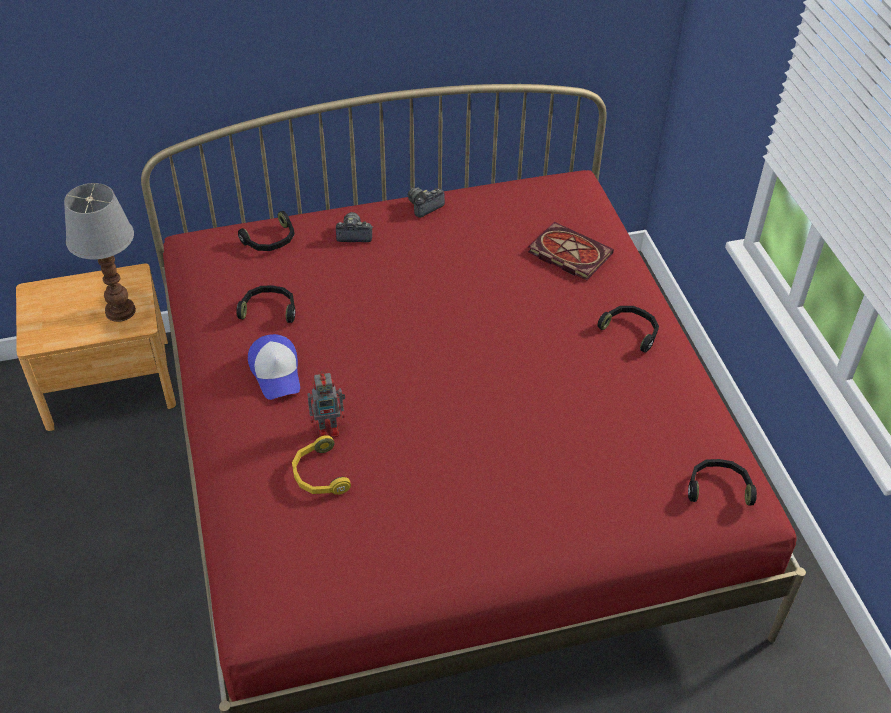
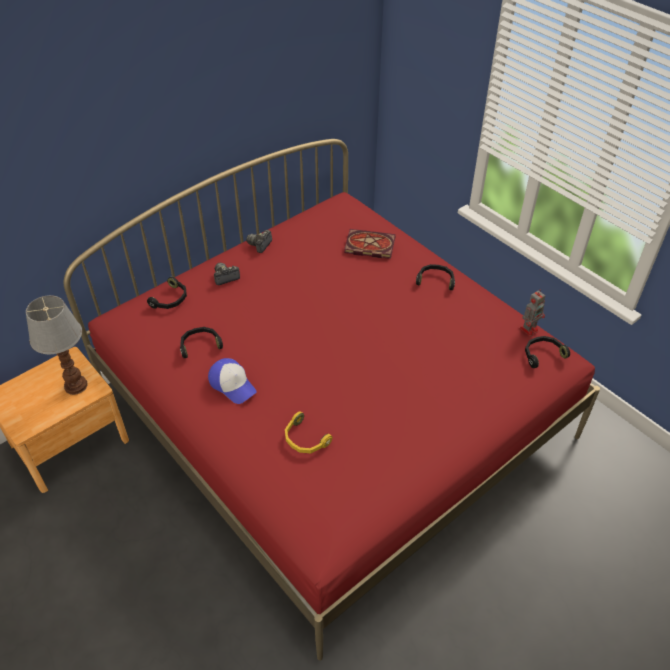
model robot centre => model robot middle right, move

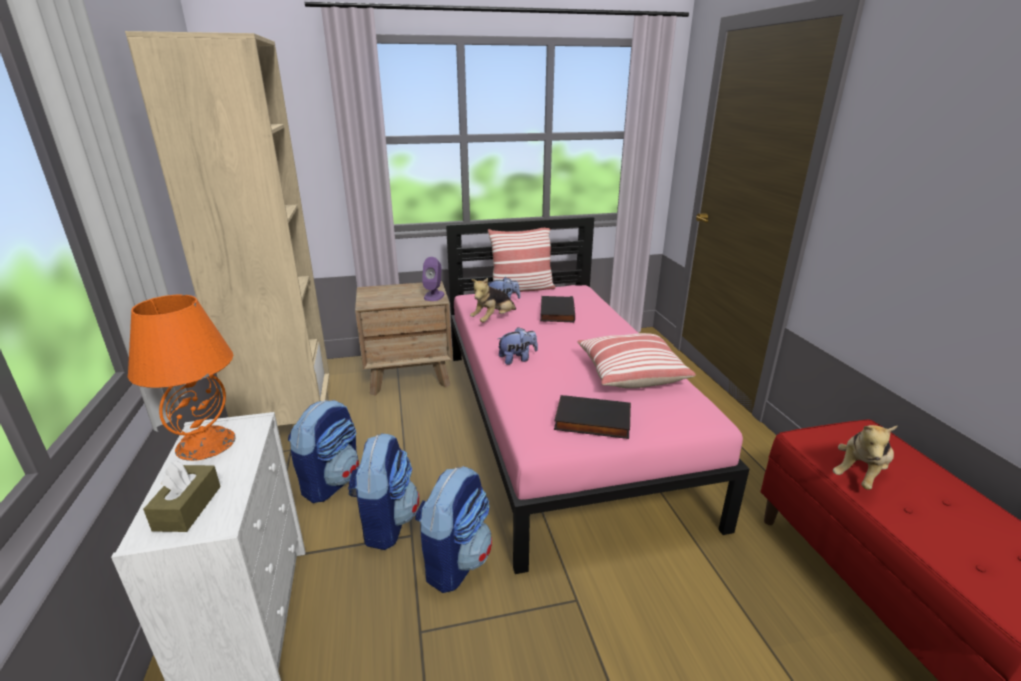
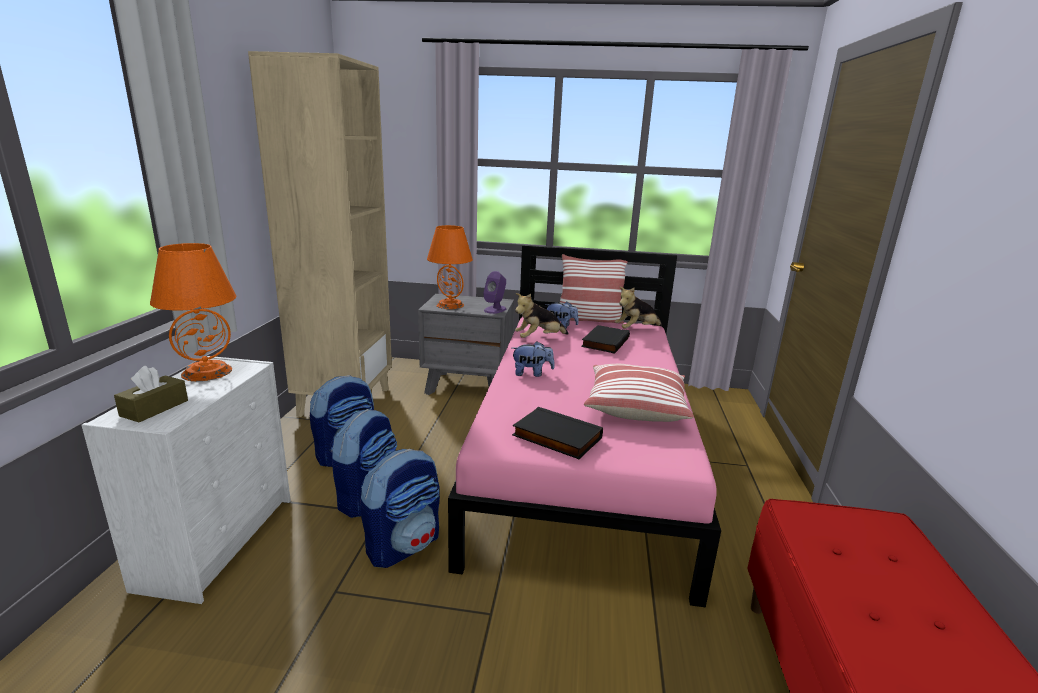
brownish bedside table centre => greyish bedside table centre
nothing => orange tabletop lamp (2nd from left) centre
soft toy (4th from left) bottom right => soft toy (4th from left) centre, move

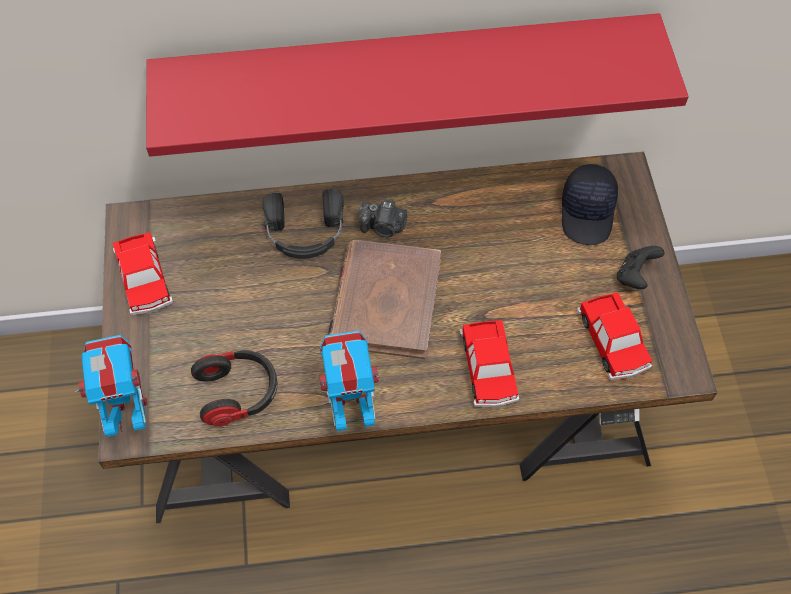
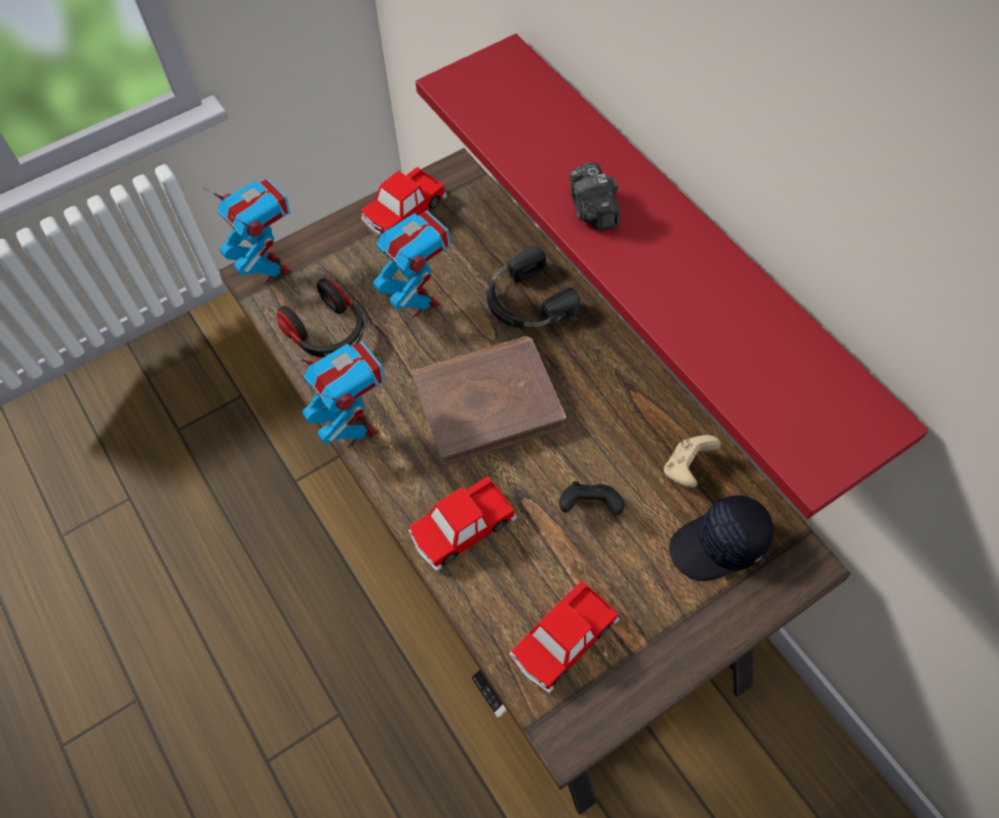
nothing => model robot (3rd from left) top centre
black gamepad middle right => black gamepad centre, move
photo camera centre => photo camera top centre, move
nothing => beige gamepad middle right

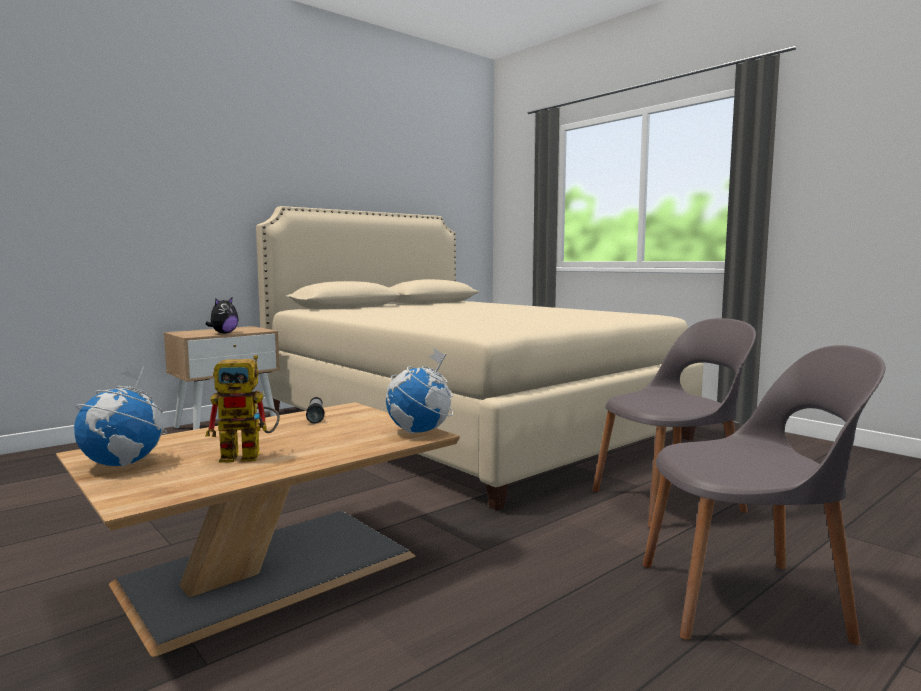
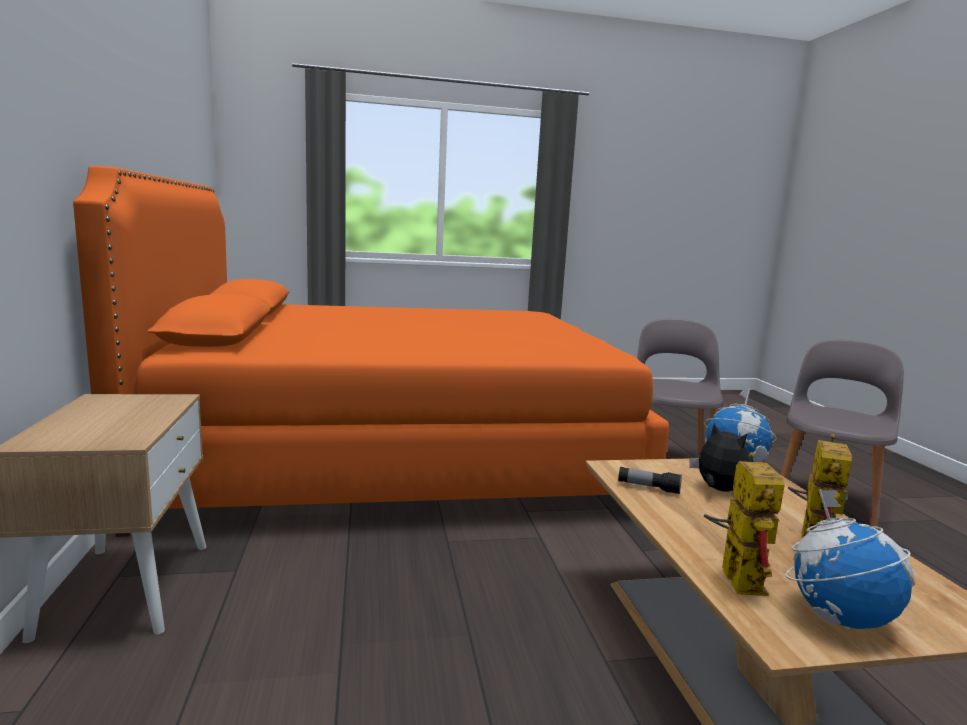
beige sleeping bed centre => orange sleeping bed centre
soft toy middle left => soft toy middle right, move
nothing => model robot (1st from left) bottom right

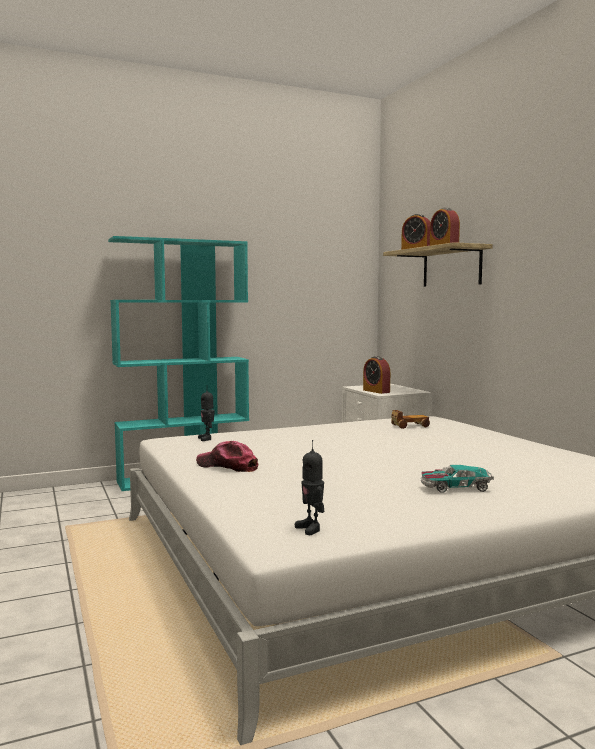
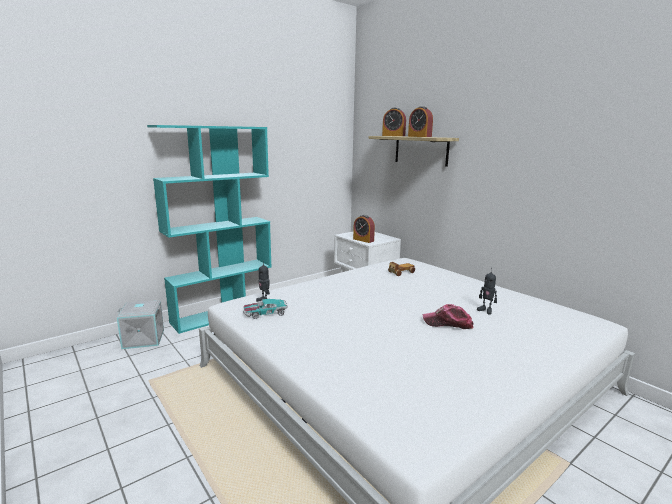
nothing => greyish storage container middle left
model car (2nd from left in the first image) middle right => model car (1st from left) centre, move
baseball cap centre => baseball cap middle right, move
model robot (2nd from left) centre => model robot (2nd from left) middle right, move

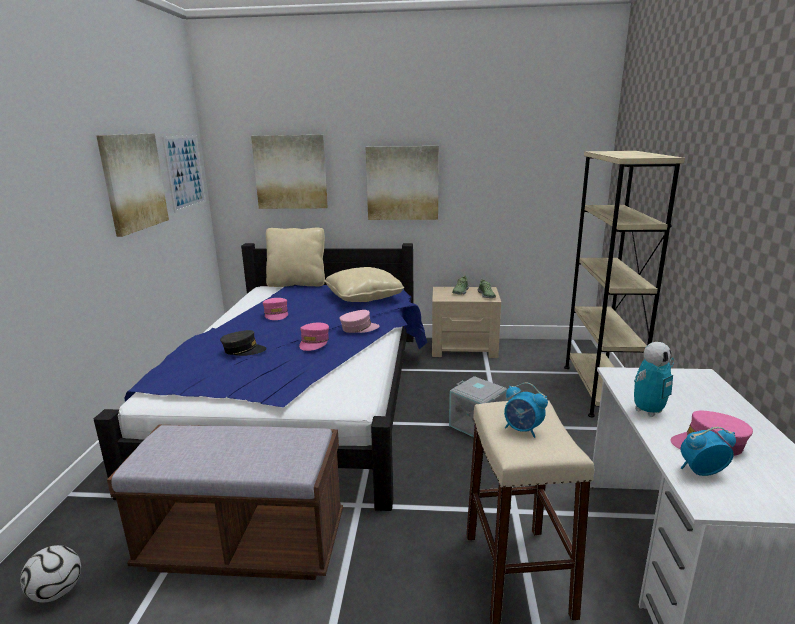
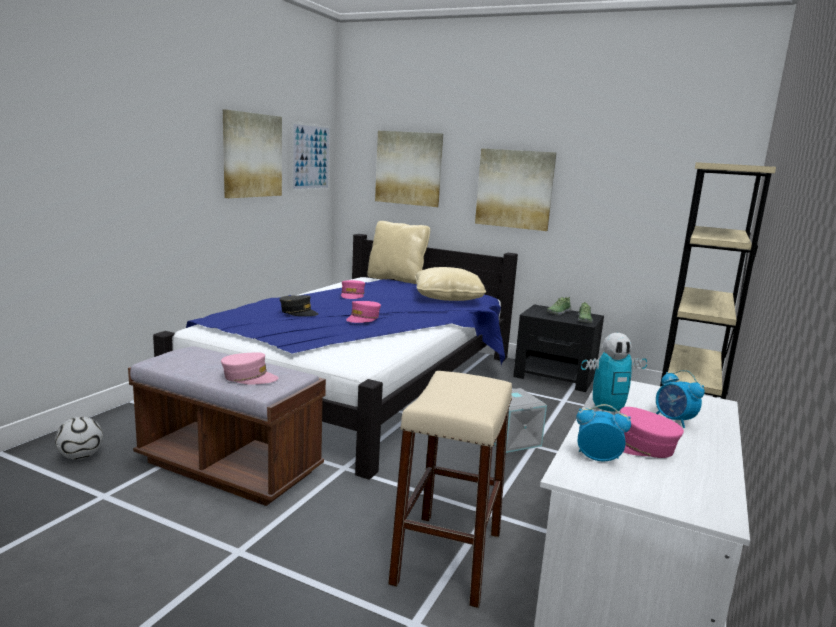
pink baseball cap (3rd from left in the first image) centre => pink baseball cap (1st from left) middle left, move
beige bedside table centre => black bedside table middle right
table clock (1st from left in the first image) centre => table clock (2nd from left) middle right, move

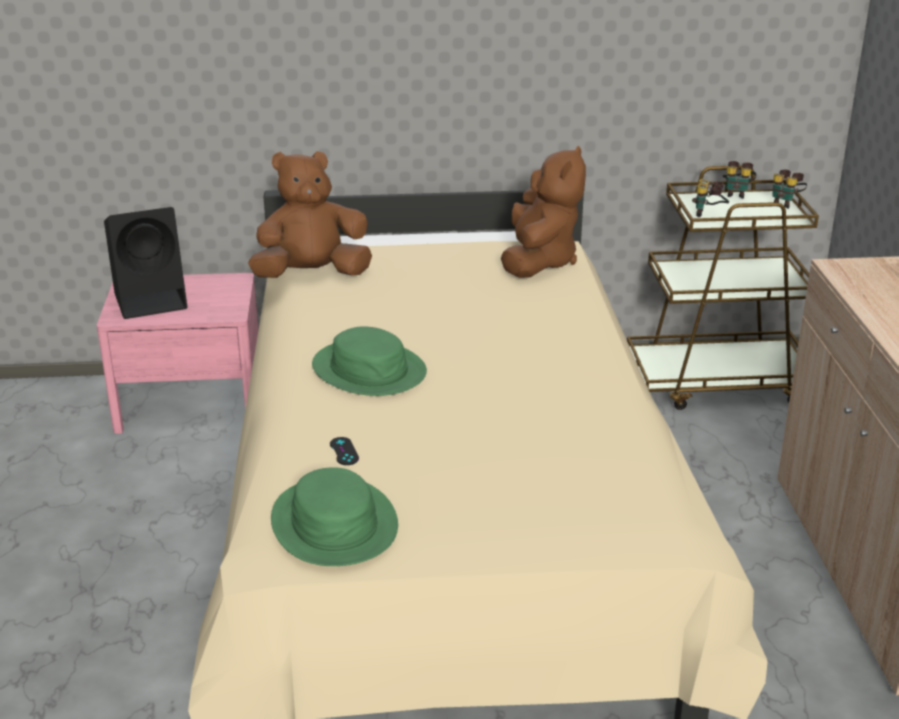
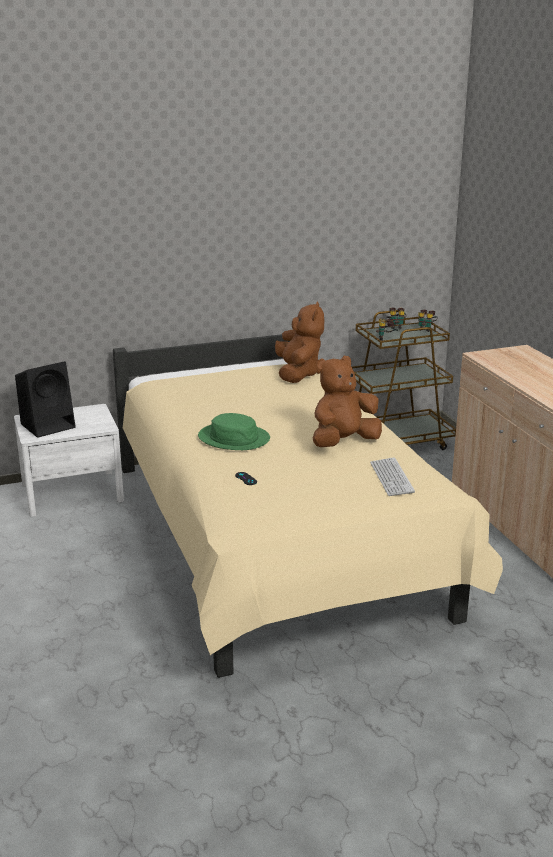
pink bedside table middle left => whitish bedside table middle left
brownish soft toy (1st from left in the first image) top centre => brownish soft toy (2nd from left) centre, move
nothing => computer keyboard middle right
greenish wearable hat (1st from left) bottom centre => nothing

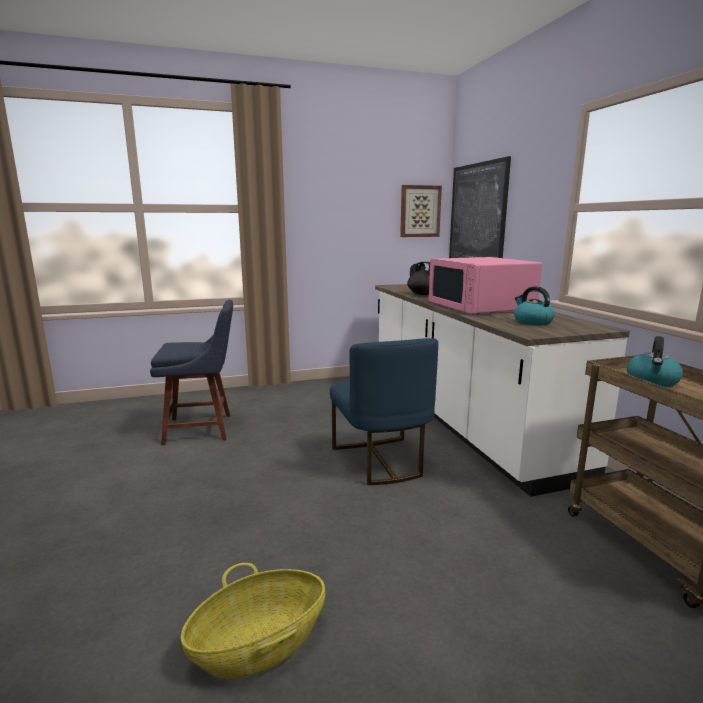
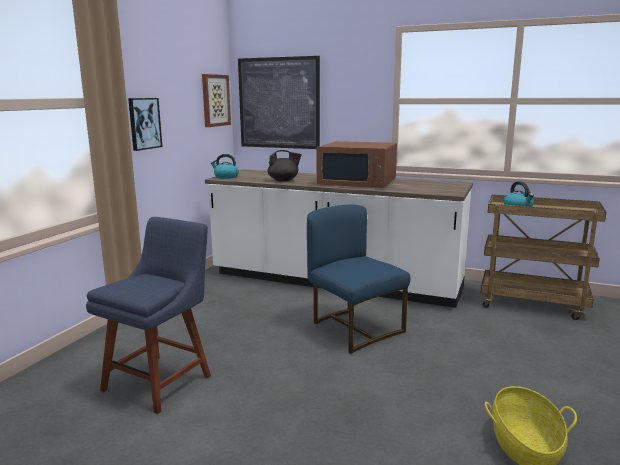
nothing => wall picture (1st from left) top left
kettle (1st from left) middle right => kettle (1st from left) centre, move
blue plain chair (2nd from left) centre, 150 degrees counterclockwise
pink kitchen microwave middle right => brownish kitchen microwave centre

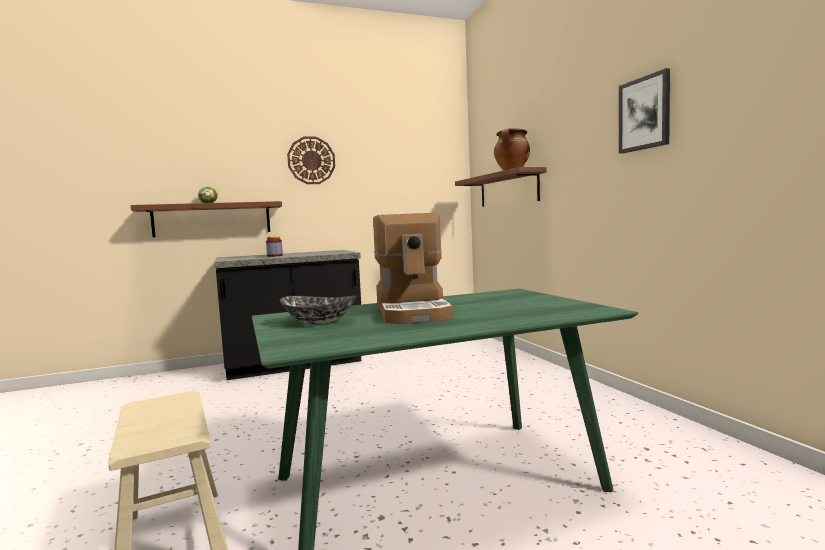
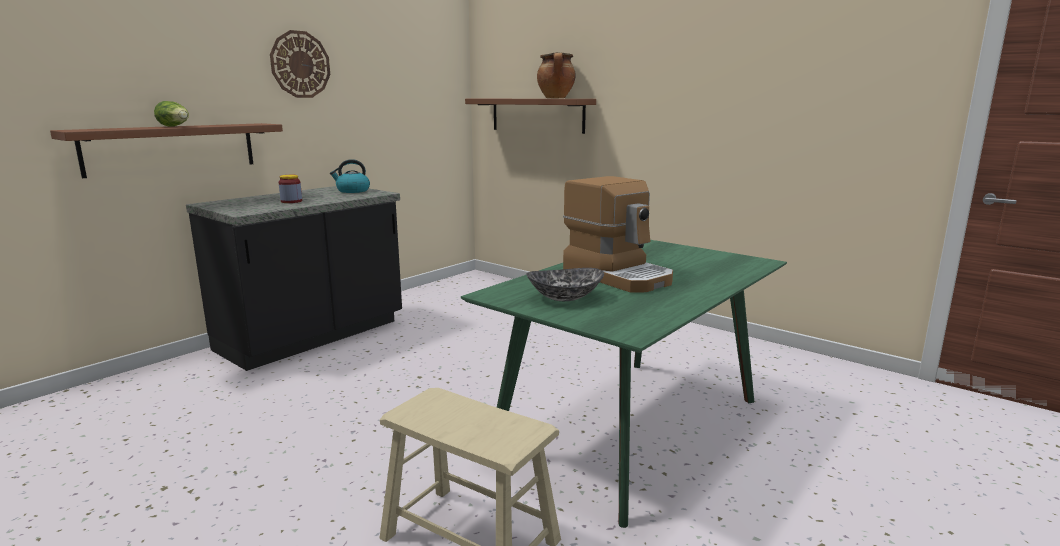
nothing => kettle top left
wall picture top right => nothing

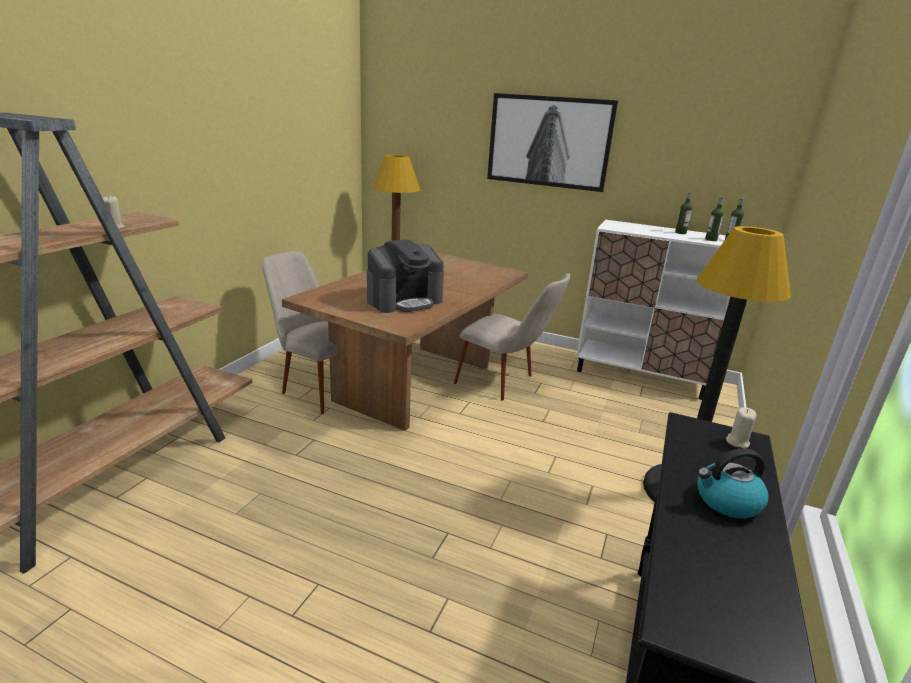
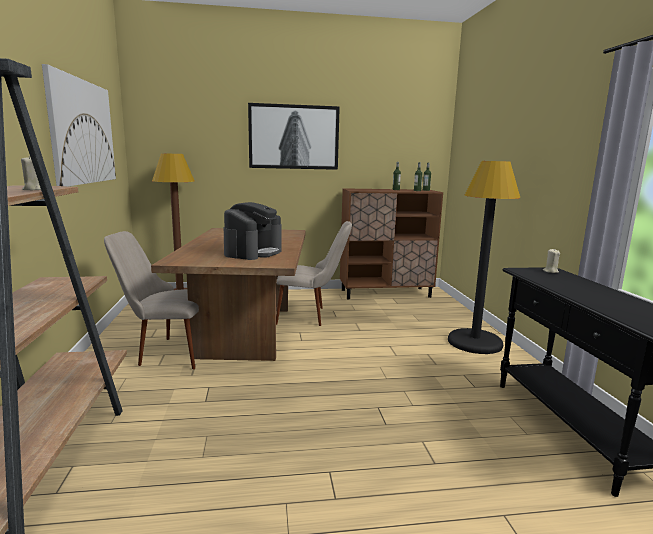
nothing => wall picture (1st from left) top left
whitish storage cabinet middle right => brownish storage cabinet centre
kettle bottom right => nothing

